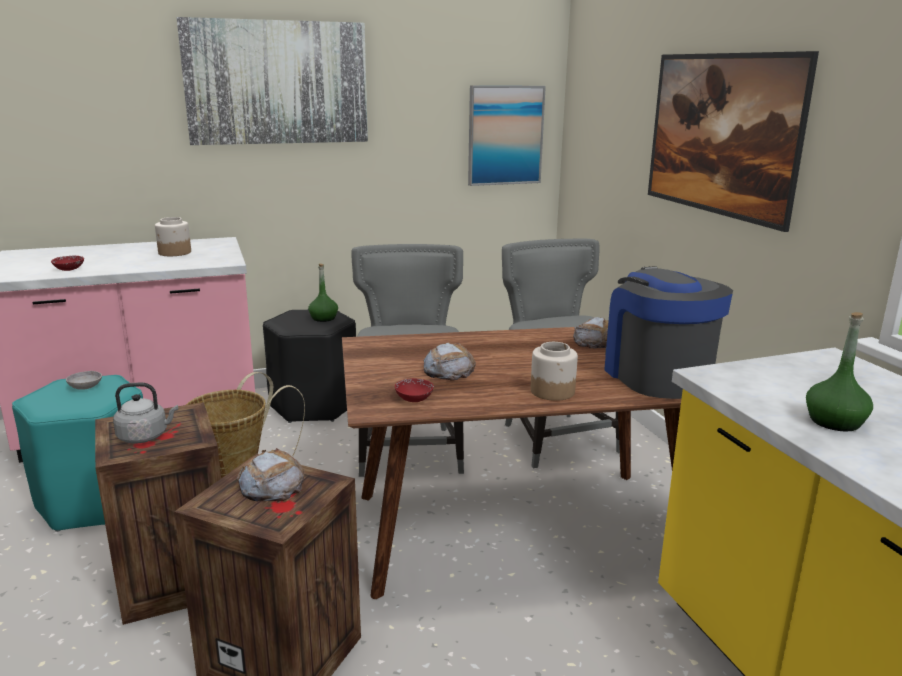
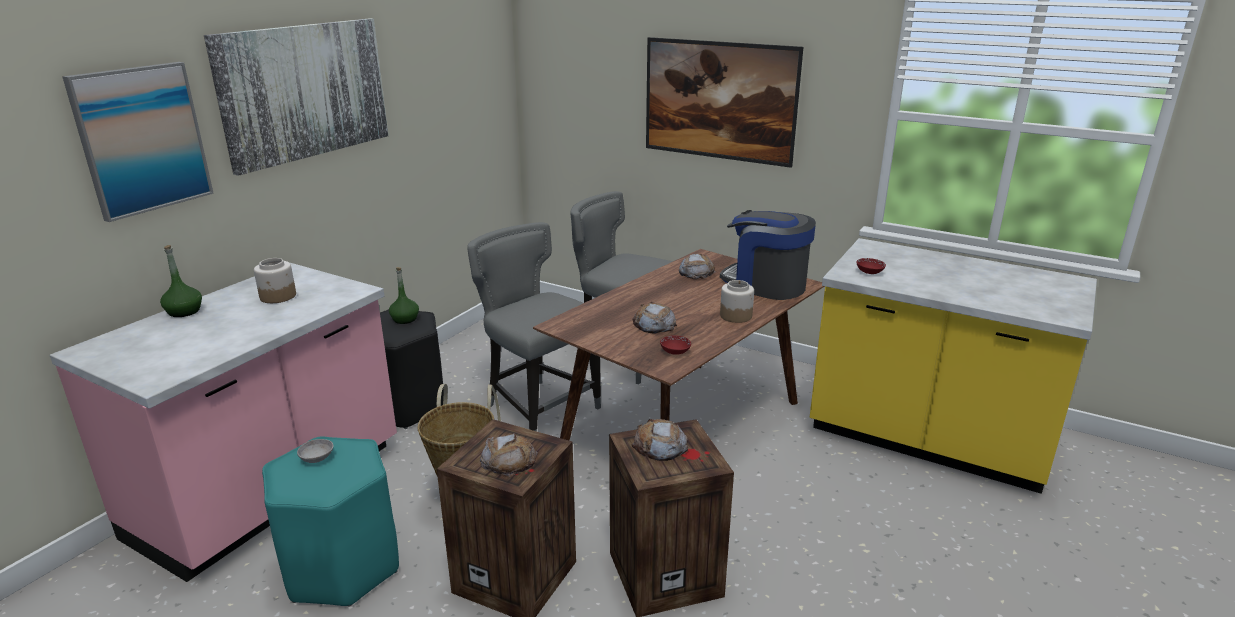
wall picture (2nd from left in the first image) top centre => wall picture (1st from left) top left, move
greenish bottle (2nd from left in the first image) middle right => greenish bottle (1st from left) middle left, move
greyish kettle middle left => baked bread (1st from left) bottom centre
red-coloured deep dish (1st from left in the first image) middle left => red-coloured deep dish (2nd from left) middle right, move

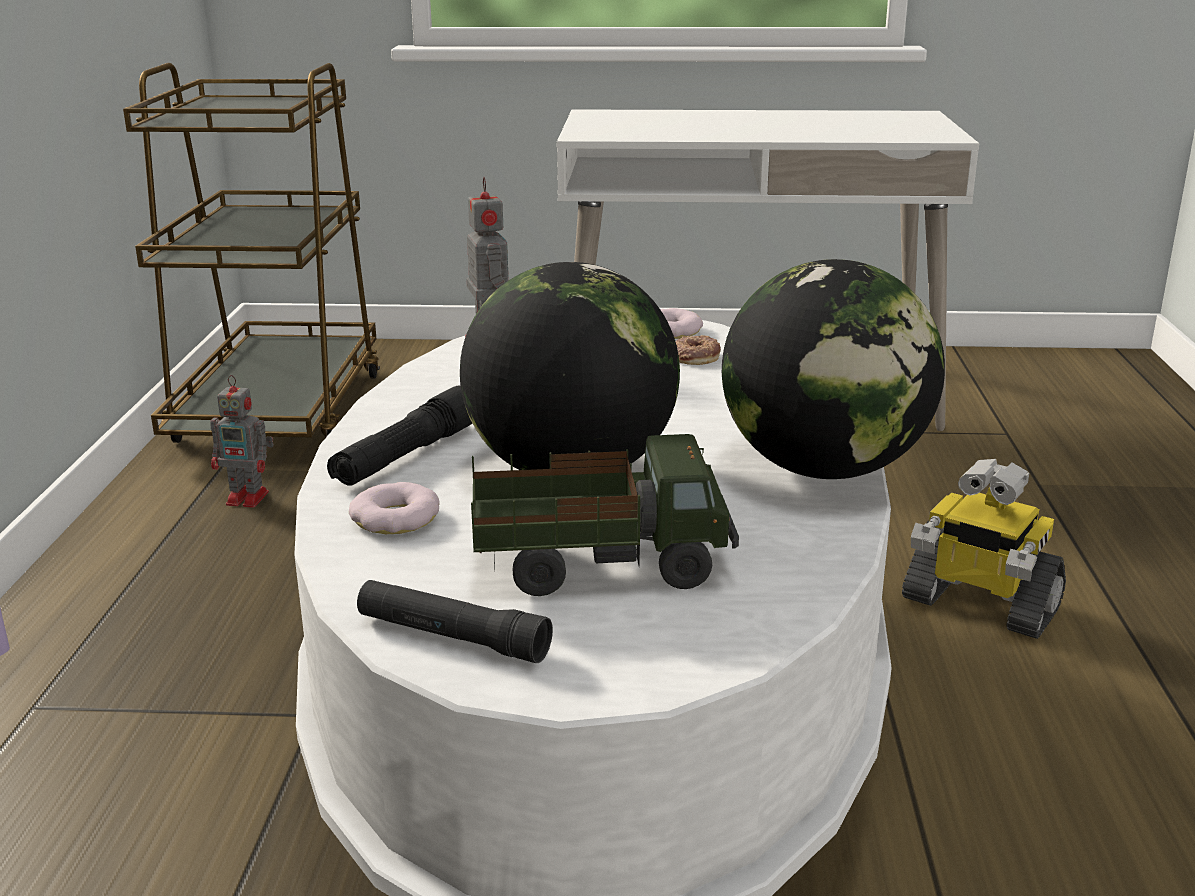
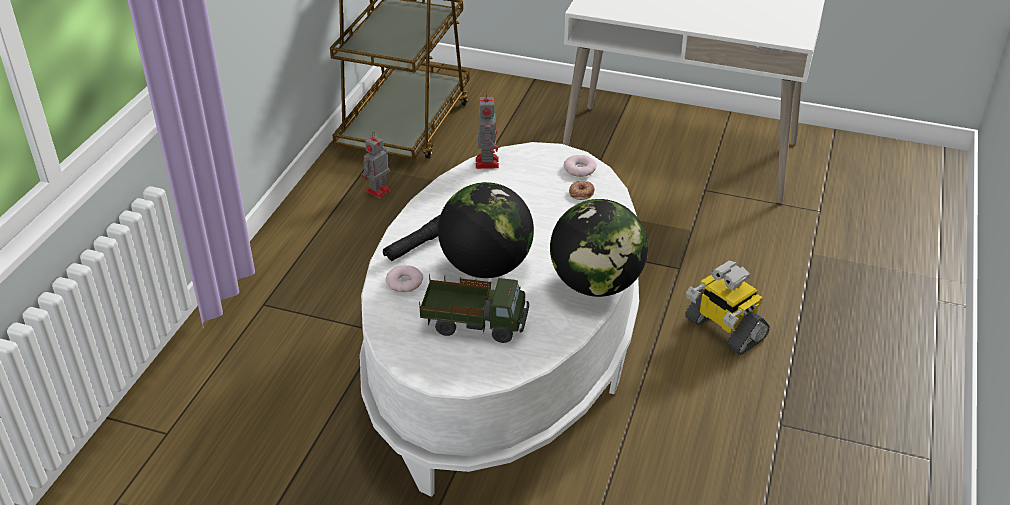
model robot (1st from left) middle left => model robot (1st from left) top centre, 105 degrees clockwise
black torch (2nd from left) bottom centre => nothing

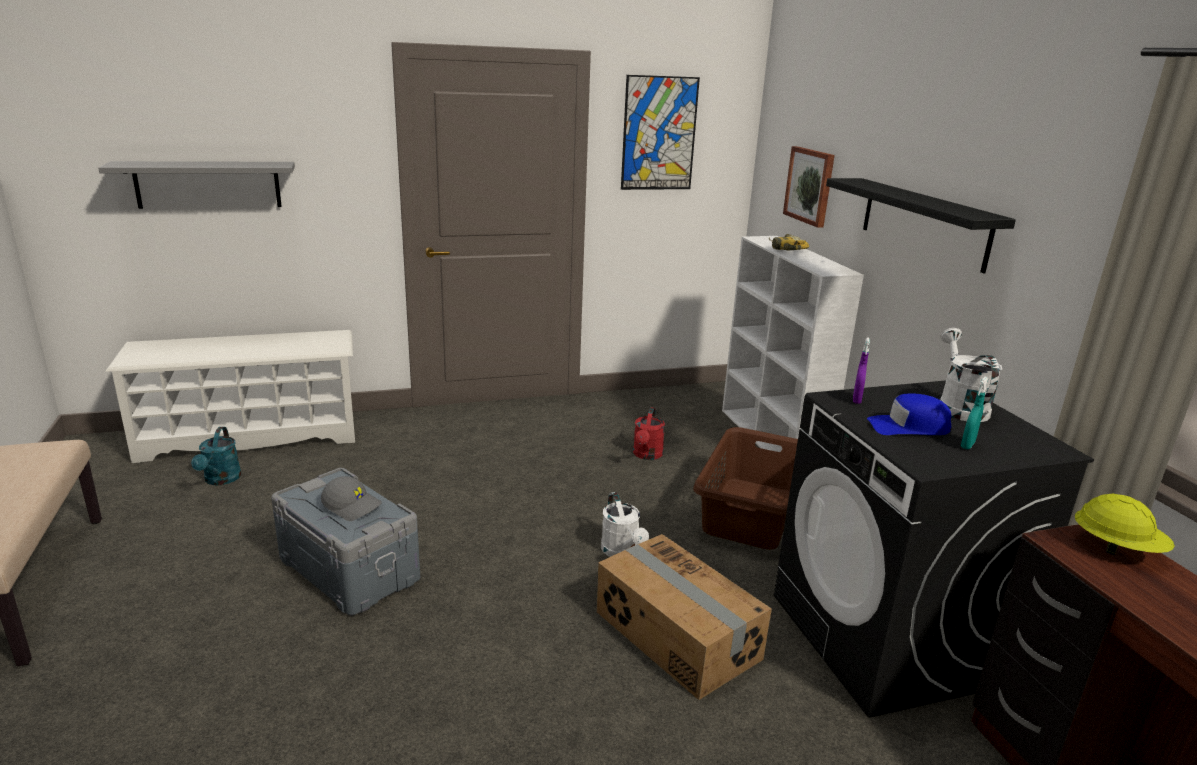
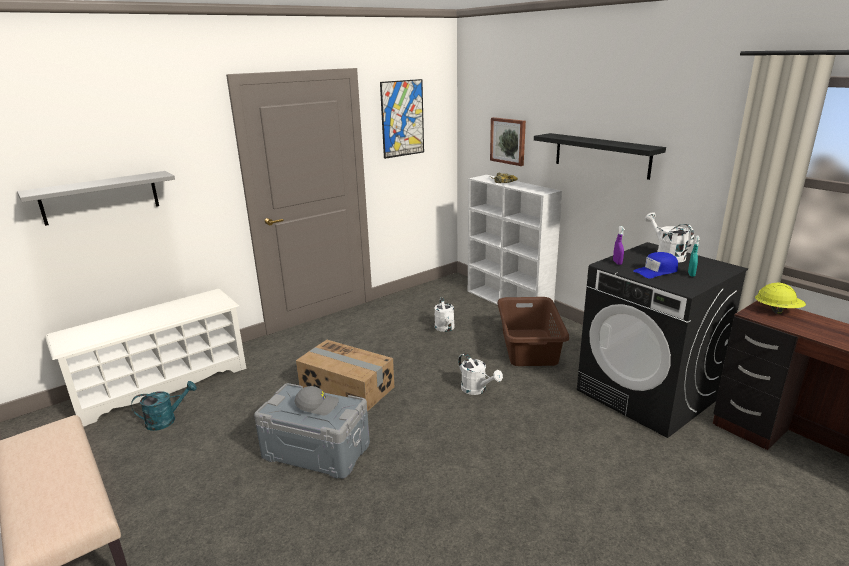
blue-green watering can middle left => blue-green watering can bottom left, 90 degrees counterclockwise
carton bottom centre => carton centre, move
red-coloured watering can centre => whitish watering can (1st from left) centre

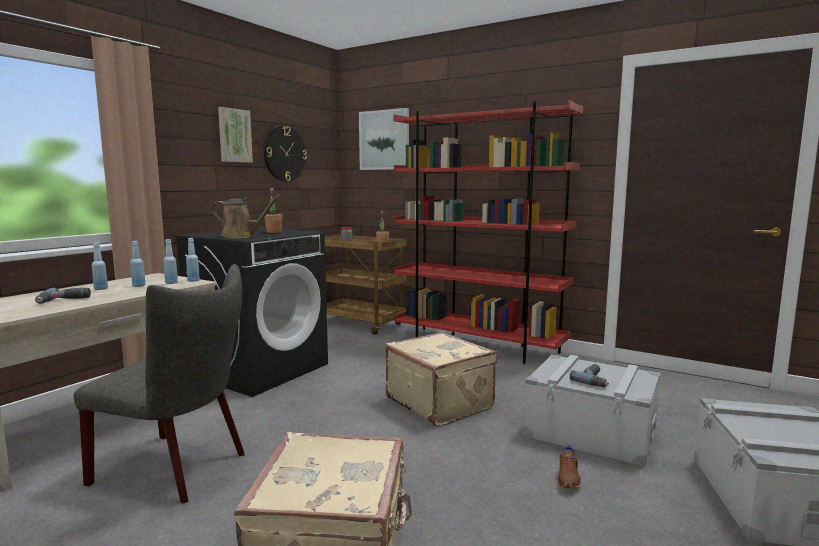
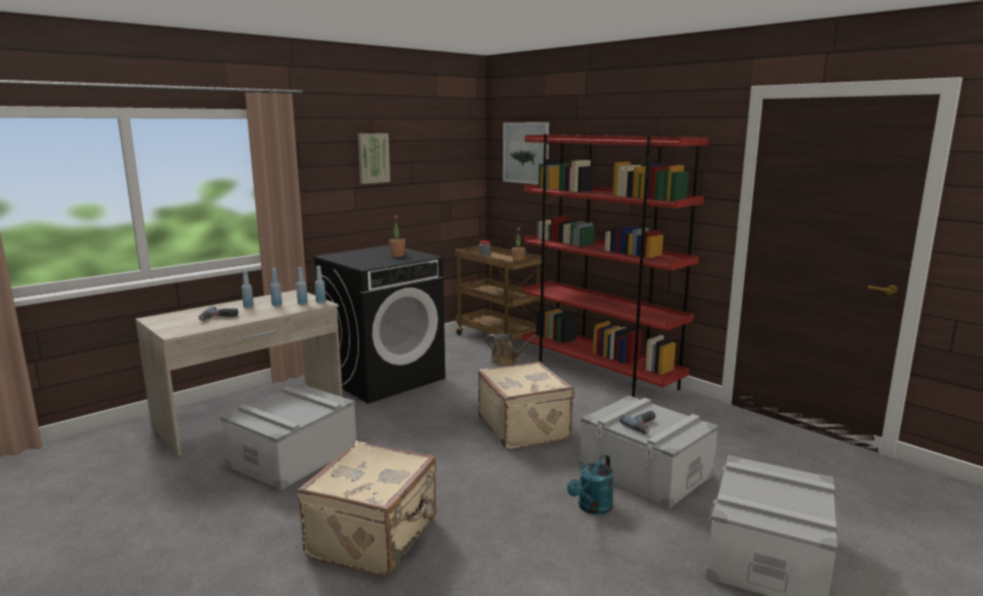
greyish plain chair bottom left => greyish storage container (1st from left) bottom left
brownish watering can middle left => brownish watering can centre, move
brownish shoe bottom right => blue-green watering can bottom centre
clock on the wall top centre => nothing

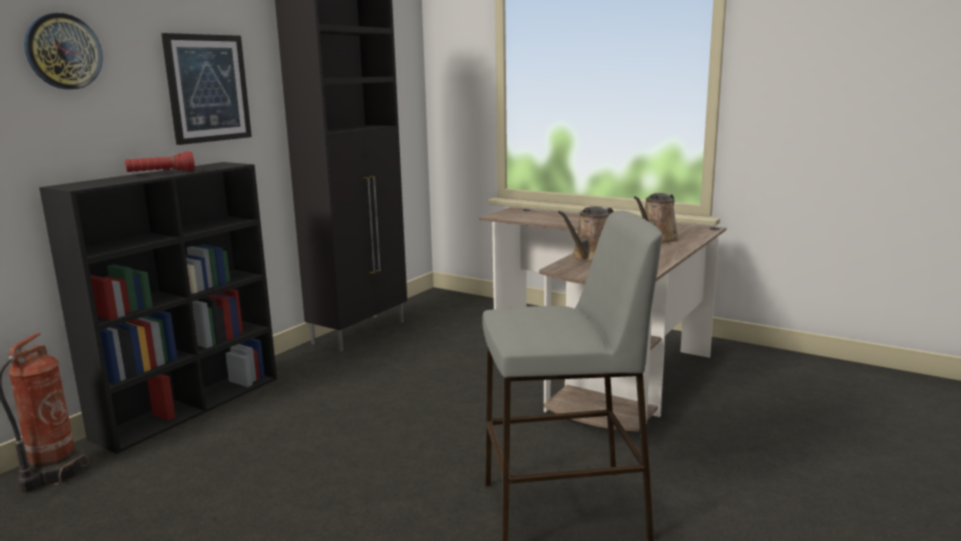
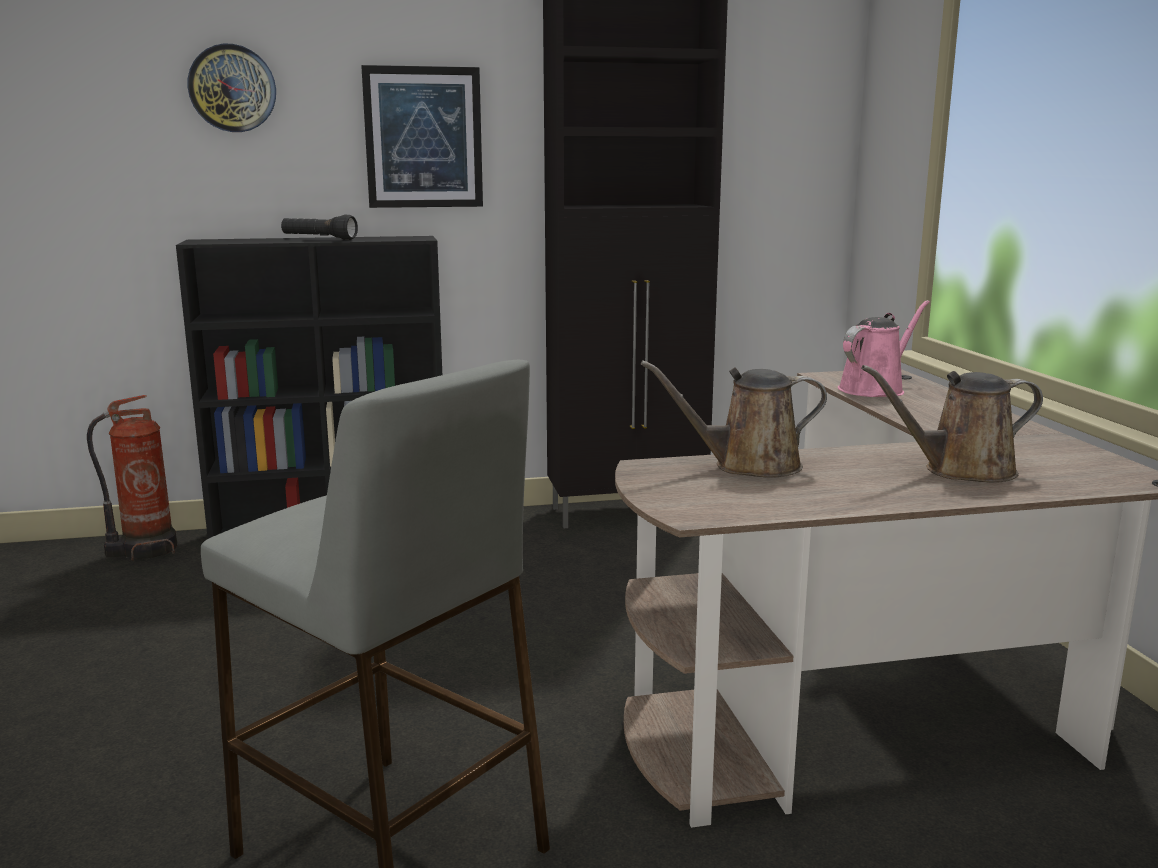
red-coloured torch top left => black torch top left
nothing => pink watering can middle right

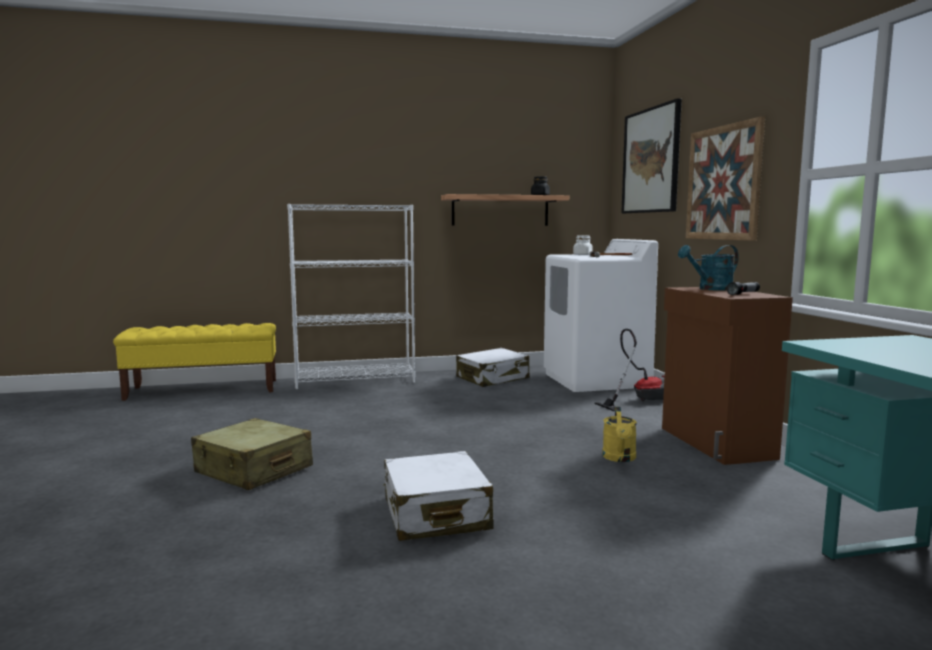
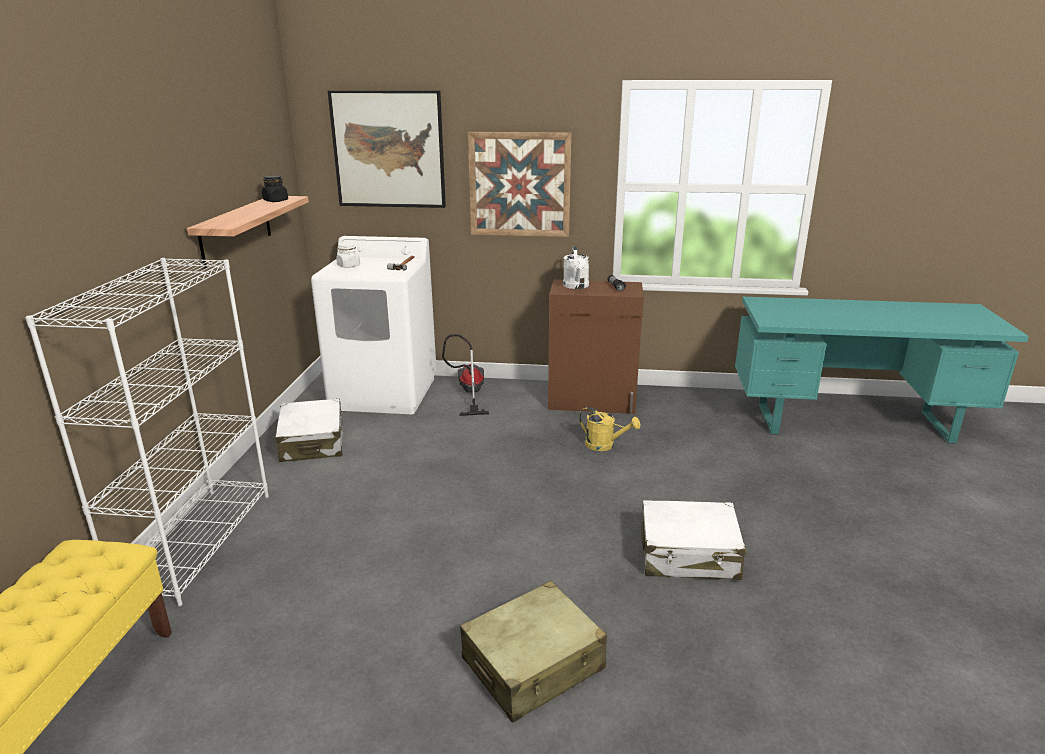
blue-green watering can middle right => whitish watering can centre

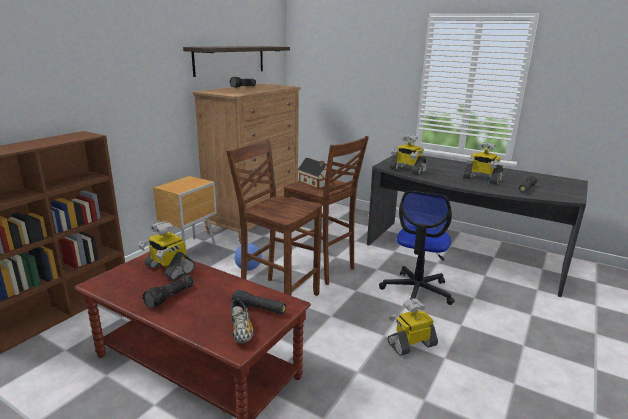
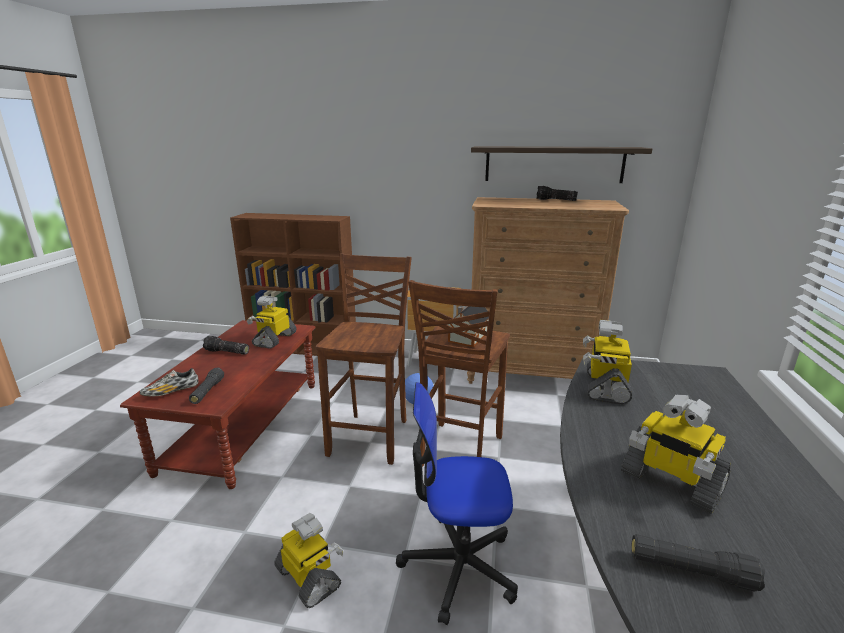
model robot (4th from left) middle right => model robot (4th from left) bottom right, 60 degrees counterclockwise

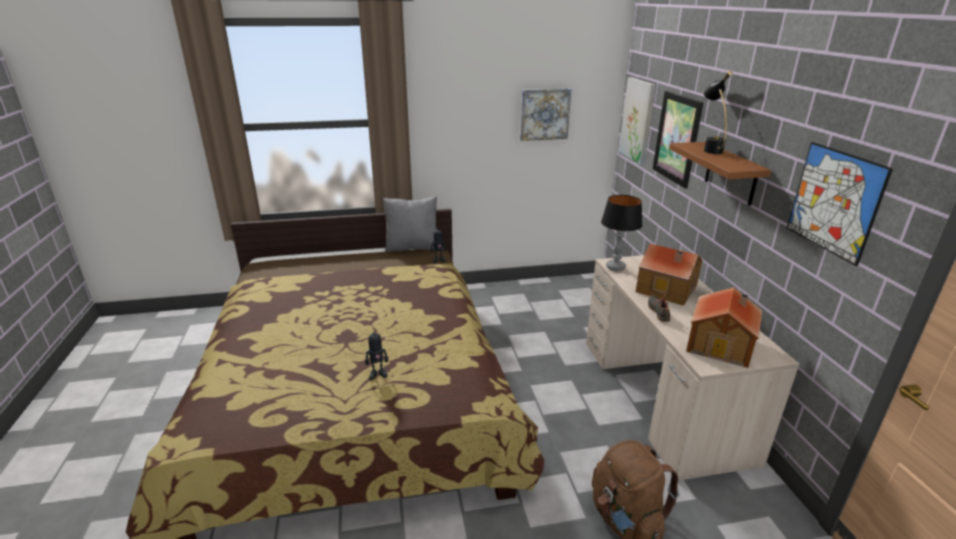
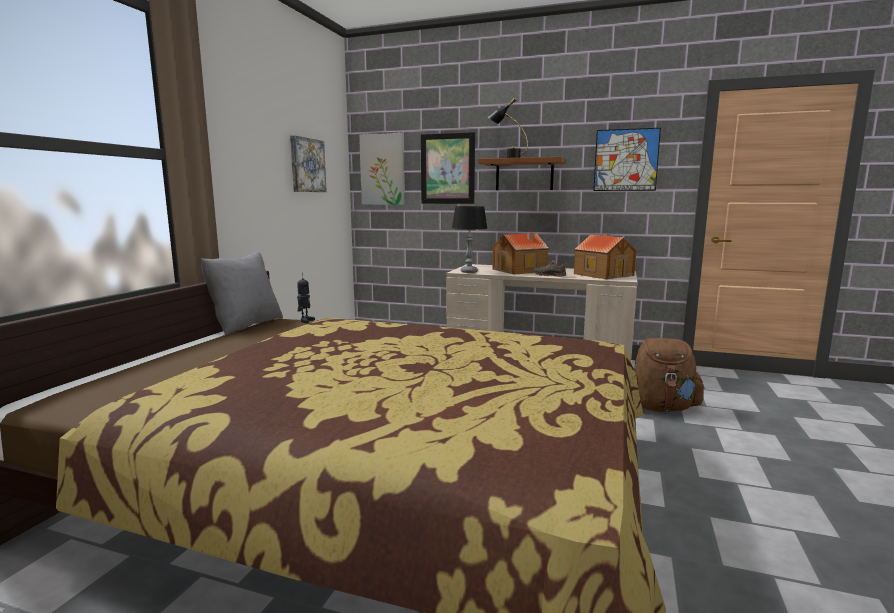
model robot (1st from left) centre => nothing

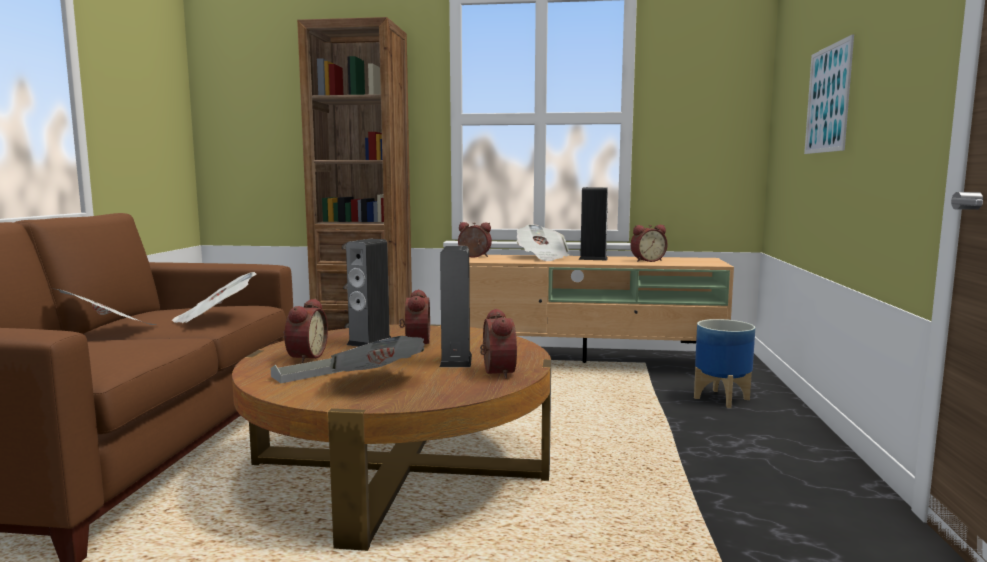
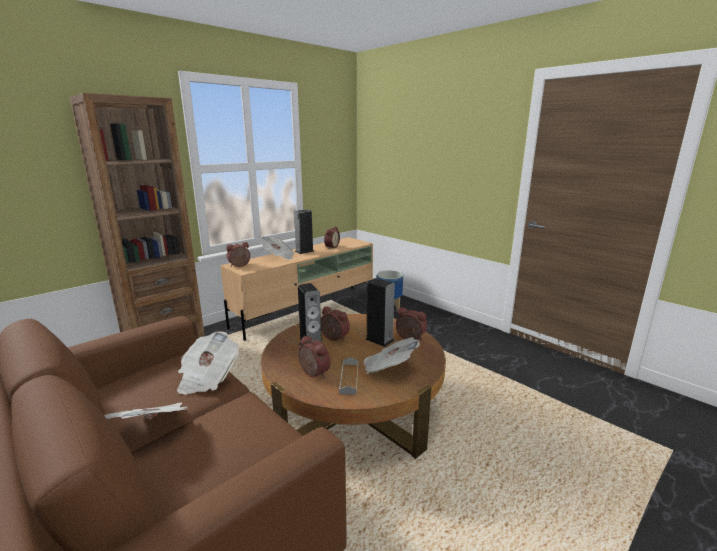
wall picture top right => nothing

